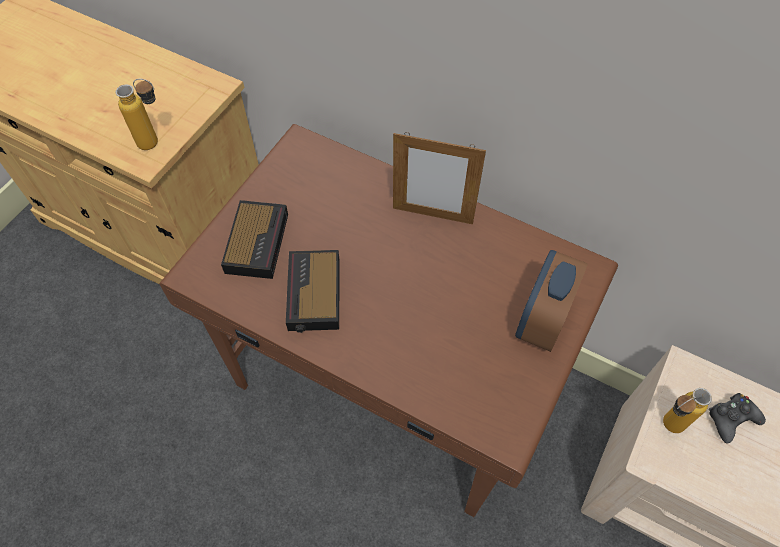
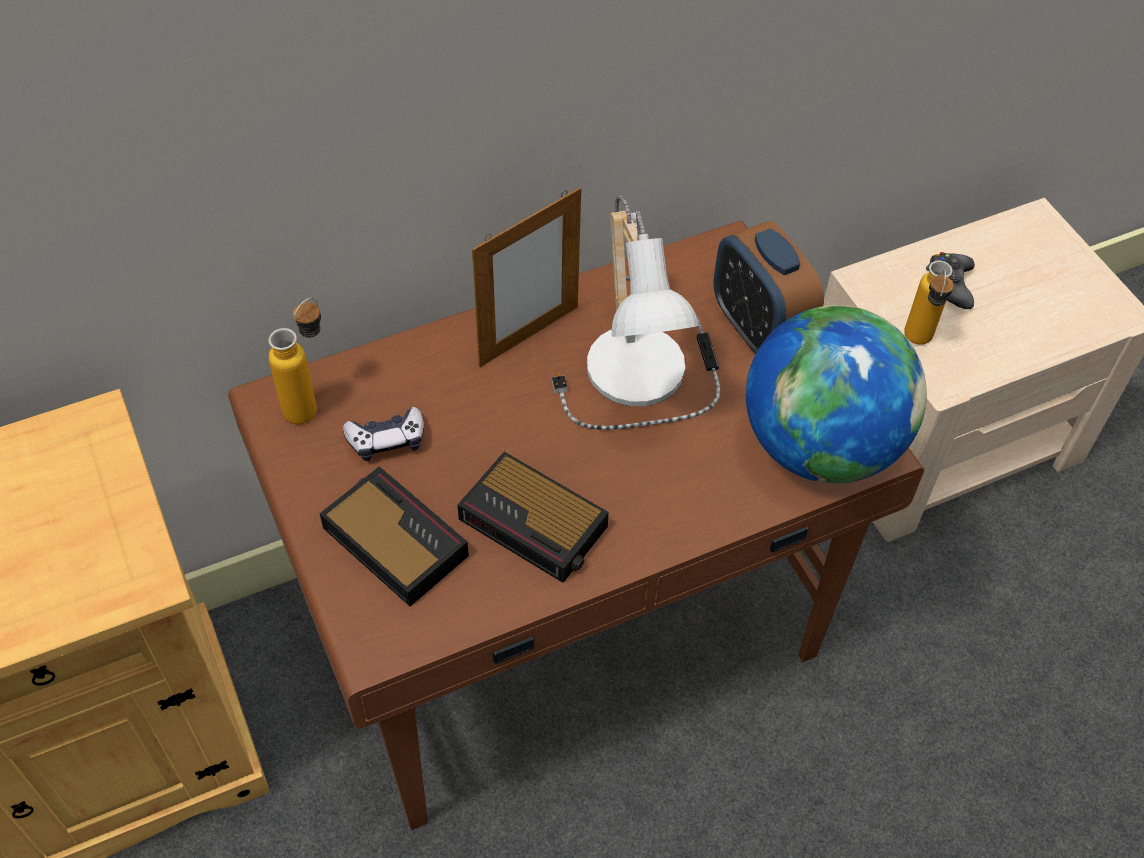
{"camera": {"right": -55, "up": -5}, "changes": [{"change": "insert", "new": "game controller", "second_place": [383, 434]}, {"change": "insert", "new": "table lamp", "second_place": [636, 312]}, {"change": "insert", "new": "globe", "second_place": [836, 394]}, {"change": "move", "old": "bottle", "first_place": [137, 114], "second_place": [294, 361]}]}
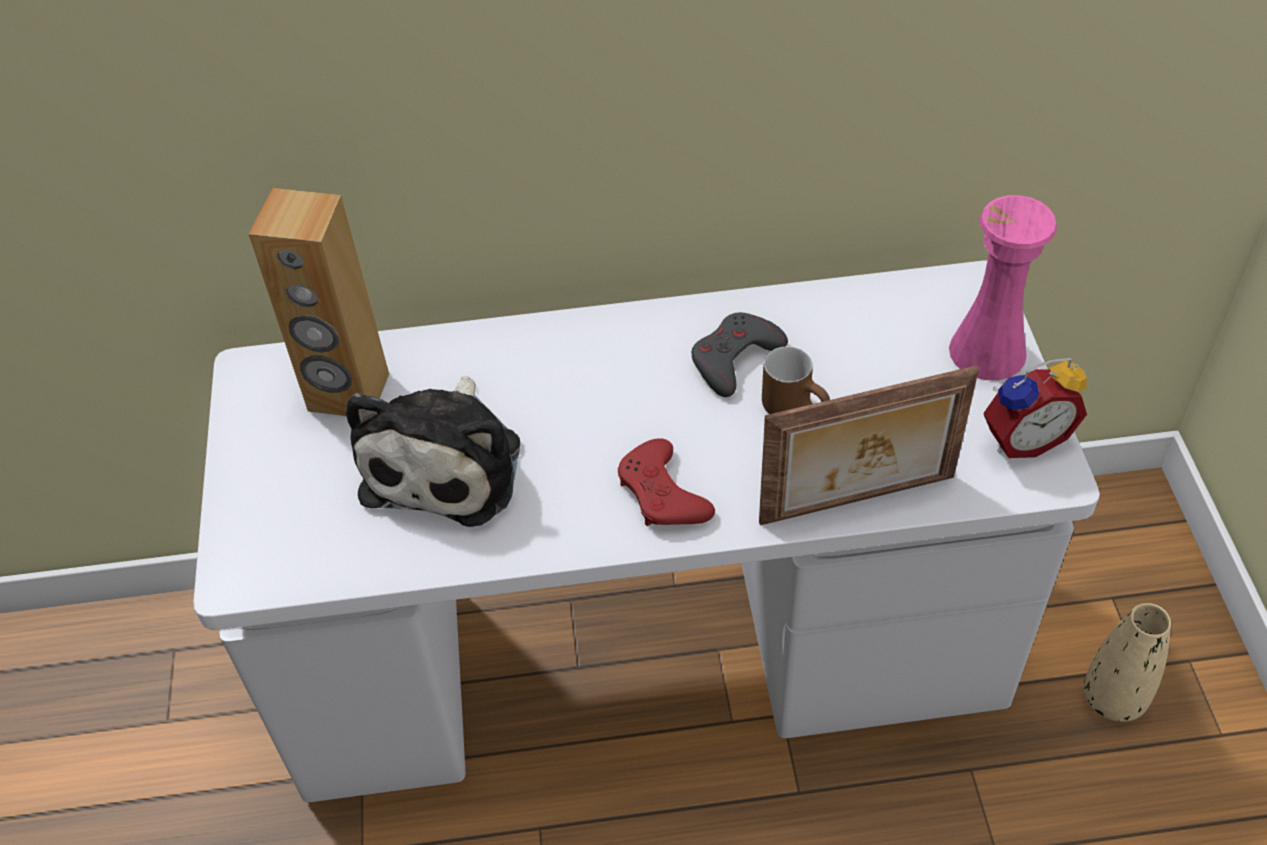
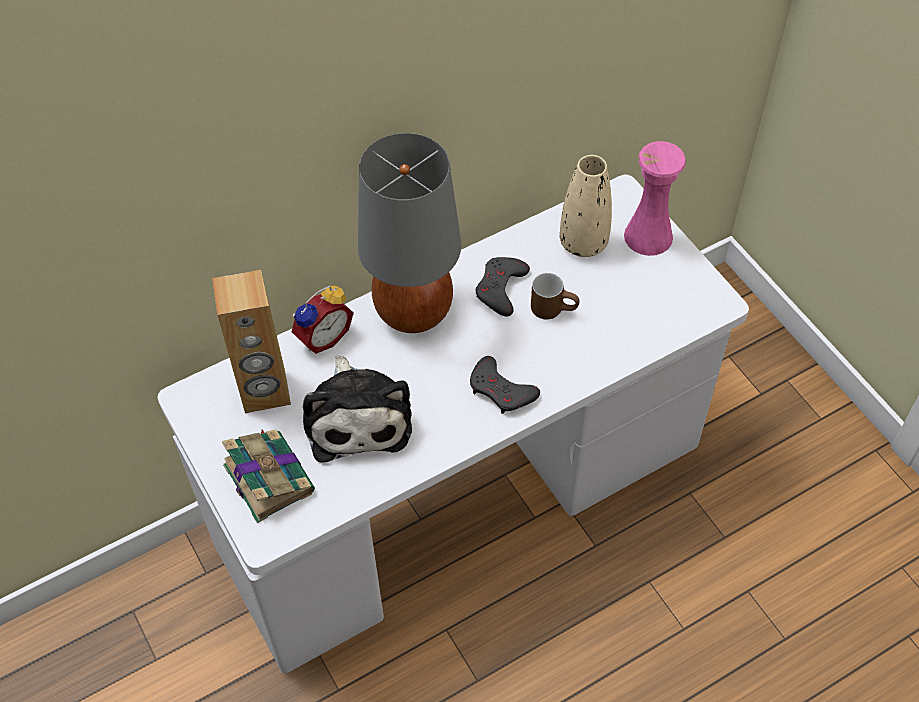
{"camera": {"right": -25, "up": 5}, "changes": [{"change": "delete", "old": "picture frame", "first_place": [869, 445]}, {"change": "insert", "new": "book", "second_place": [268, 476]}, {"change": "insert", "new": "grey table lamp", "second_place": [409, 233]}, {"change": "move", "old": "alarm clock", "first_place": [1035, 408], "second_place": [323, 319]}, {"change": "move", "old": "beige vase", "first_place": [1127, 662], "second_place": [586, 206]}, {"change": "recolor", "old": "red game controller", "new": "grey game controller", "first_place": [666, 482], "second_place": [505, 385]}]}
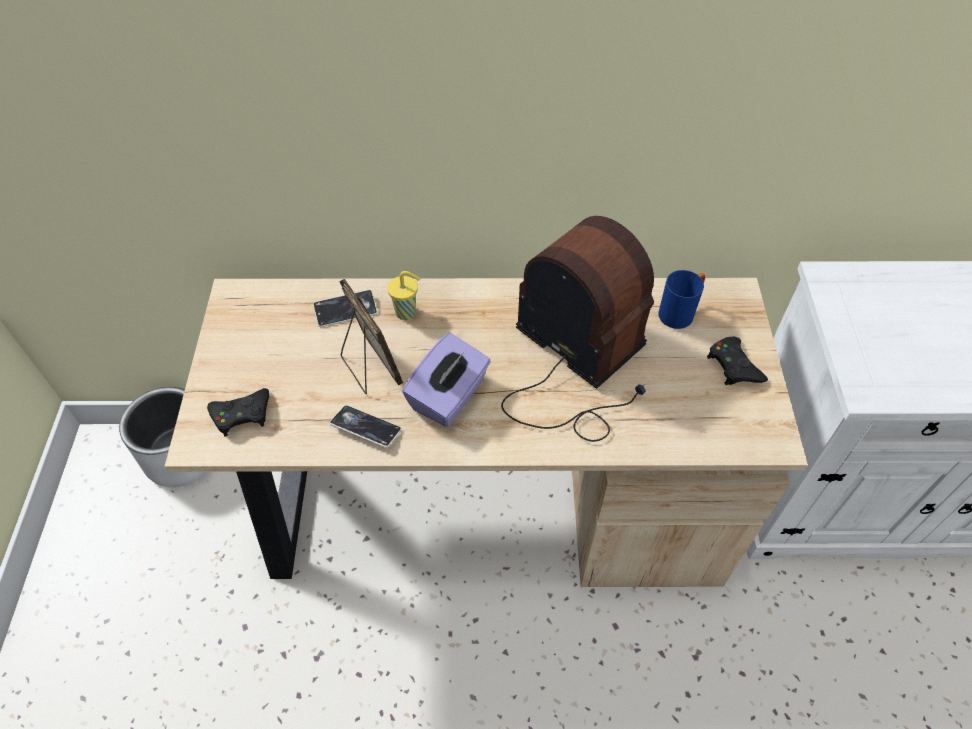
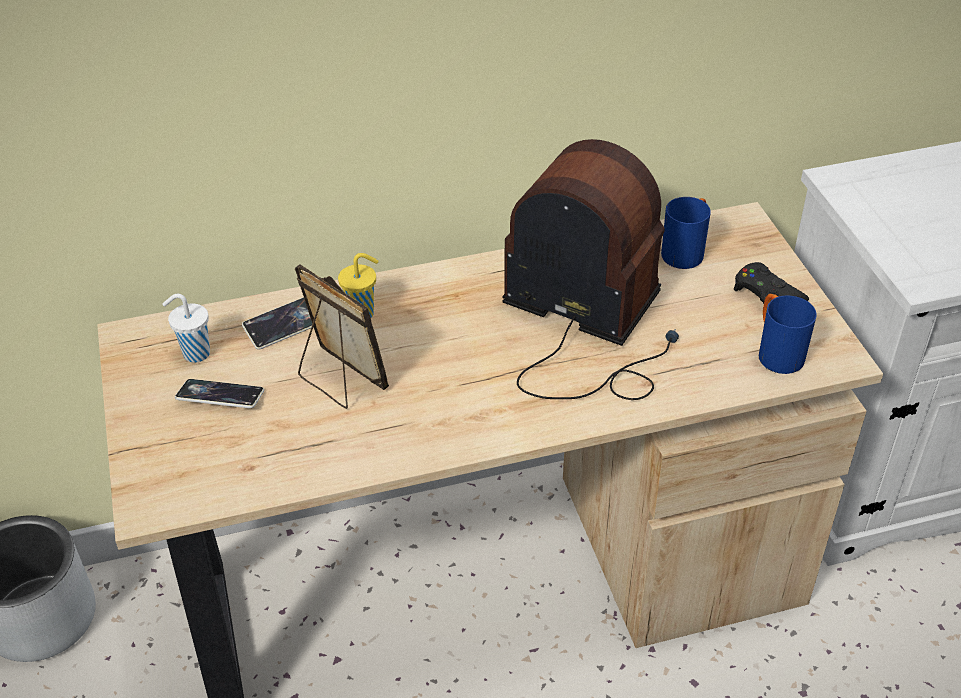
{"camera": {"right": -15, "up": -10}, "changes": [{"change": "delete", "old": "black game controller", "first_place": [238, 412]}, {"change": "delete", "old": "purple tissue box", "first_place": [446, 380]}, {"change": "insert", "new": "white cup", "second_place": [186, 328]}, {"change": "insert", "new": "blue mug", "second_place": [788, 334]}, {"change": "move", "old": "phone", "first_place": [366, 426], "second_place": [219, 393]}]}
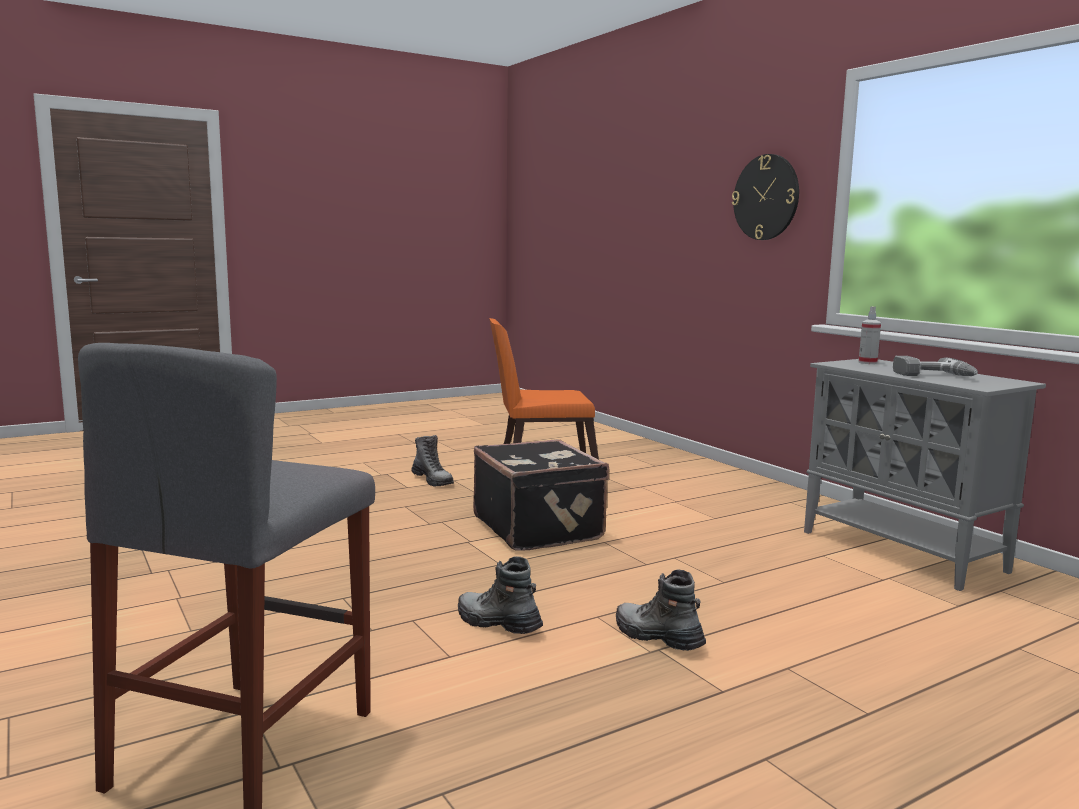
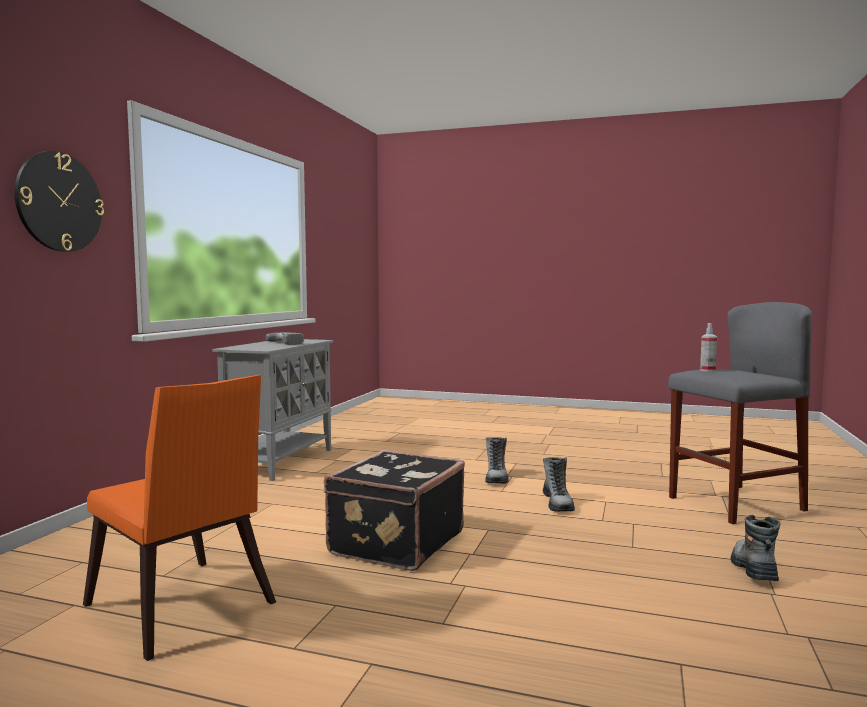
{"camera": {"right": -130, "up": -5}, "changes": [{"change": "move", "old": "boot", "first_place": [432, 460], "second_place": [755, 548]}, {"change": "move", "old": "spray bottle", "first_place": [870, 335], "second_place": [708, 347]}]}
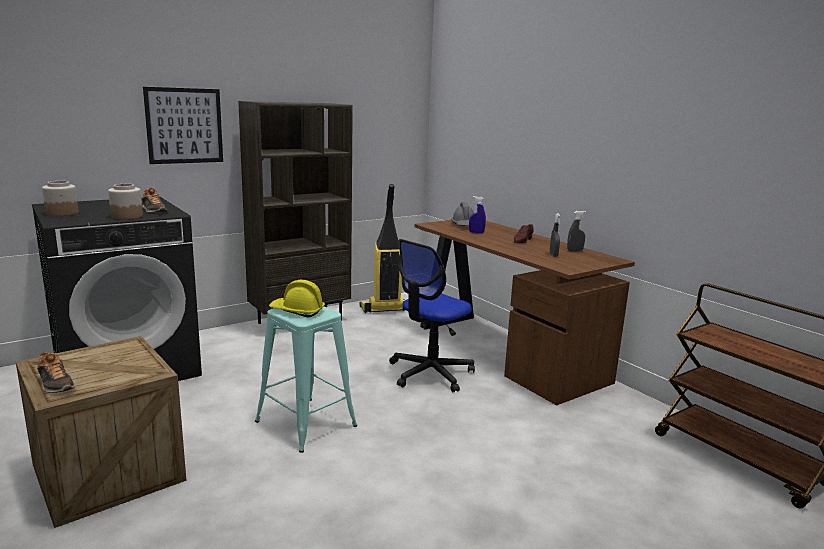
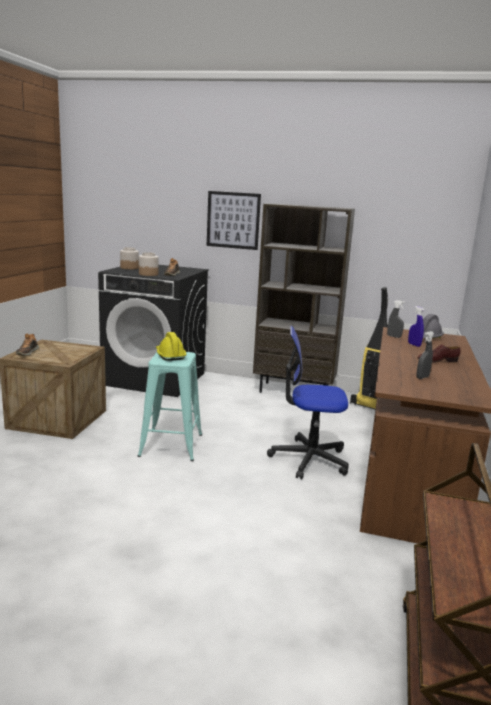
{"camera": {"right": 50, "up": 0}, "changes": [{"change": "move", "old": "grey spray bottle", "first_place": [576, 231], "second_place": [396, 319]}]}
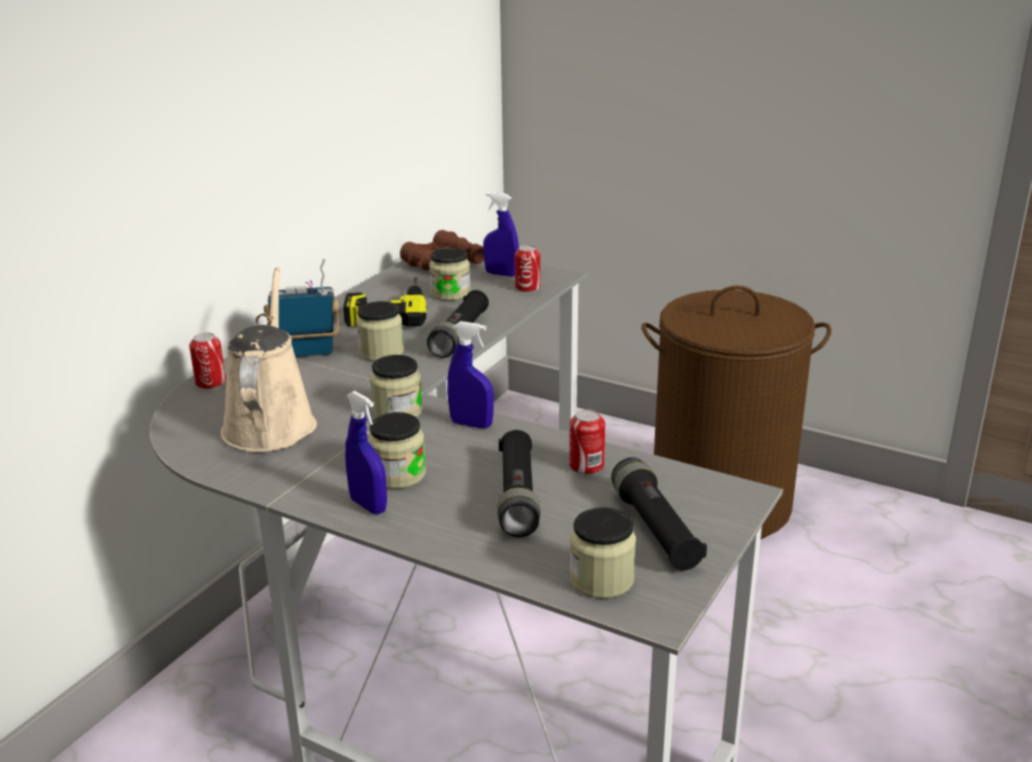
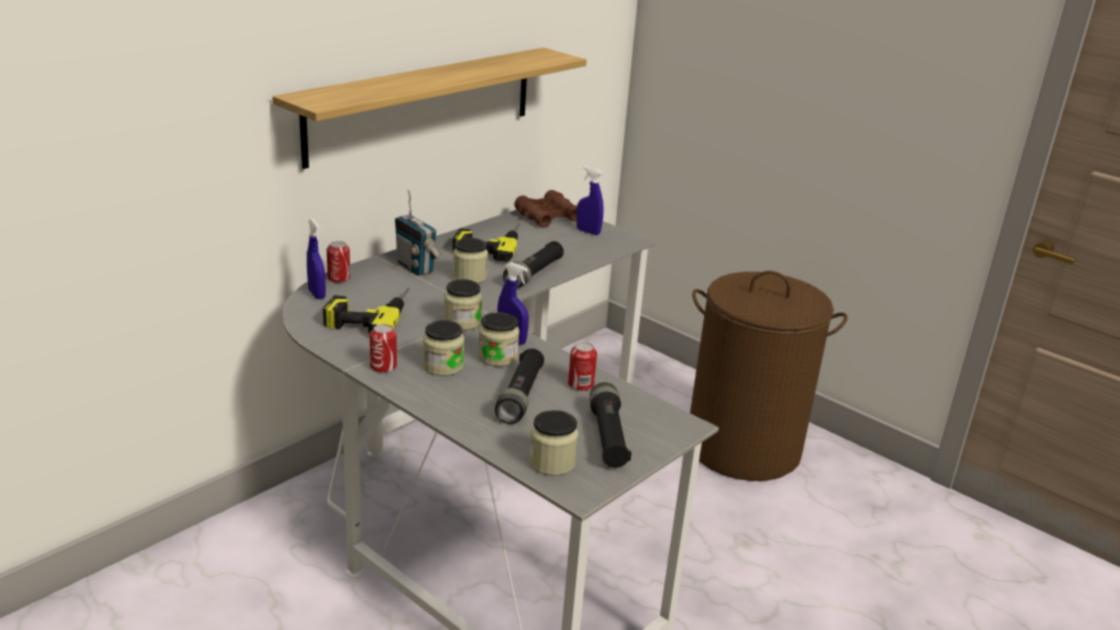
{"camera": {"right": 10, "up": 0}, "changes": [{"change": "insert", "new": "shelf", "second_place": [429, 108]}, {"change": "move", "old": "blue spray bottle", "first_place": [366, 452], "second_place": [316, 259]}, {"change": "move", "old": "jar", "first_place": [449, 274], "second_place": [498, 339]}, {"change": "move", "old": "can", "first_place": [527, 268], "second_place": [383, 348]}, {"change": "replace", "old": "beige watering can", "new": "power drill", "first_place": [269, 359], "second_place": [366, 311]}, {"change": "rotate", "old": "radio", "first_place": [302, 308], "second_place": [418, 233], "degrees": -135}]}
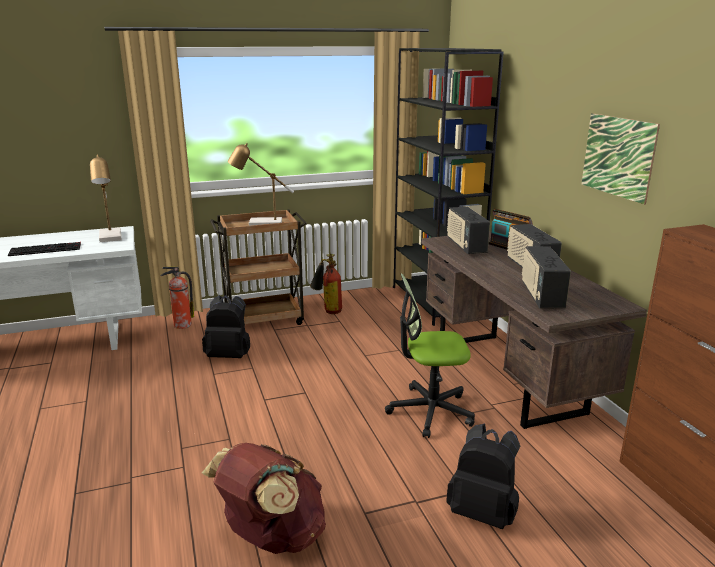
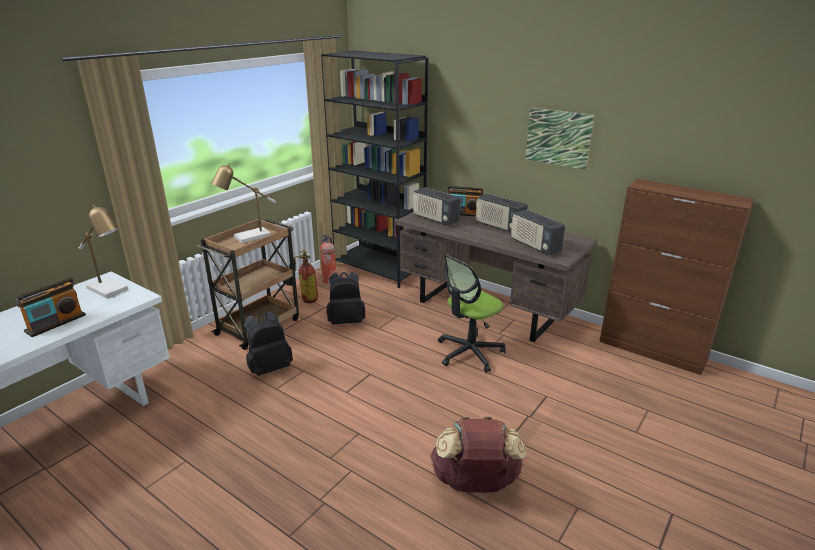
{"camera": {"right": -35, "up": 5}, "changes": [{"change": "move", "old": "fire extinguisher", "first_place": [177, 298], "second_place": [328, 259]}, {"change": "move", "old": "black backpack", "first_place": [483, 476], "second_place": [346, 298]}, {"change": "replace", "old": "keyboard", "new": "radio", "first_place": [44, 249], "second_place": [51, 307]}]}
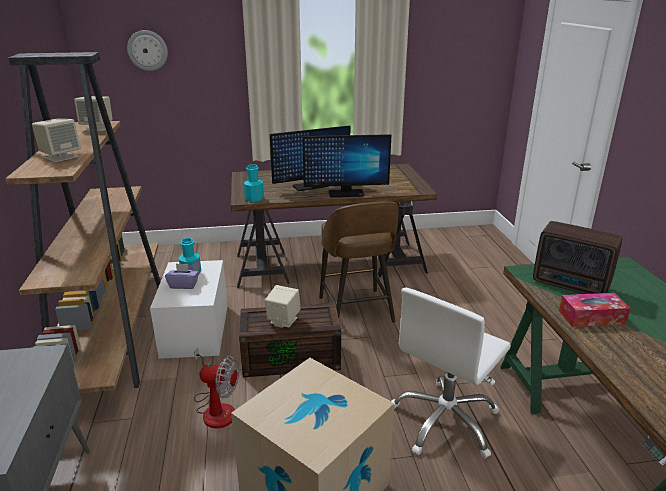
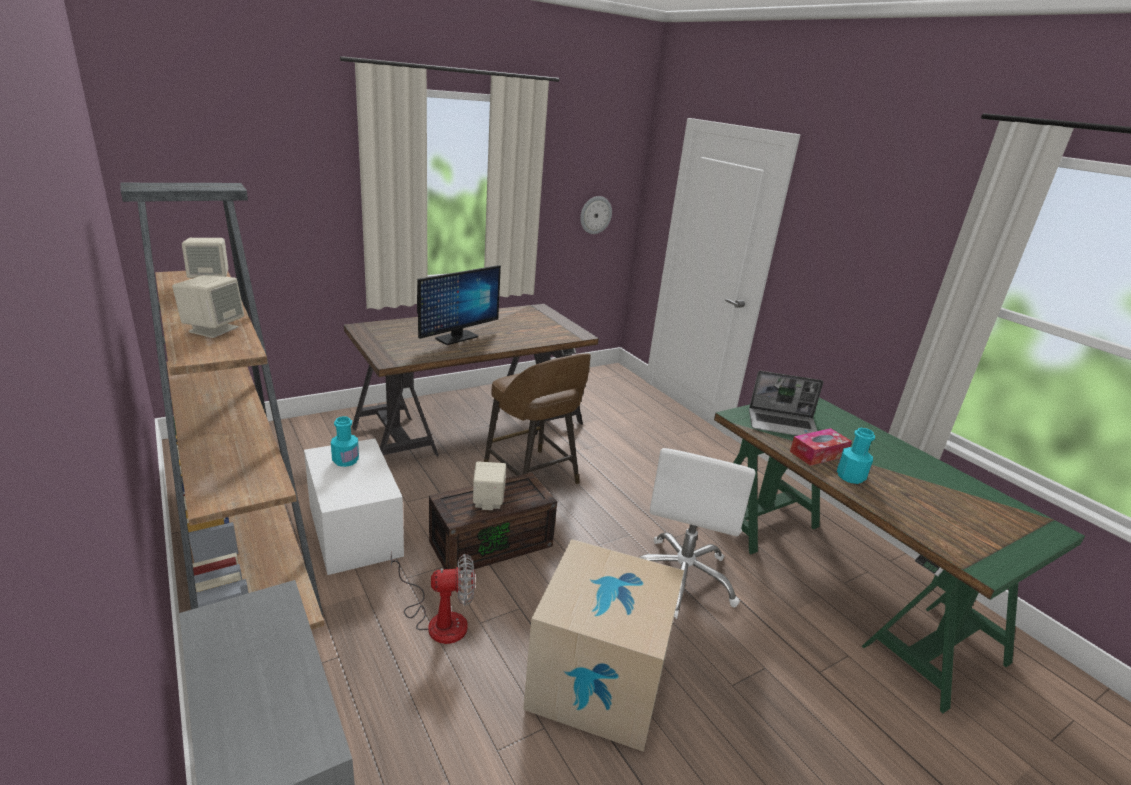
{"camera": {"right": -25, "up": 0}, "changes": [{"change": "delete", "old": "purple tissue box", "first_place": [182, 276]}, {"change": "delete", "old": "monitor", "first_place": [347, 165]}, {"change": "move", "old": "wall clock", "first_place": [147, 50], "second_place": [596, 215]}, {"change": "move", "old": "turquoise bottle", "first_place": [254, 183], "second_place": [856, 456]}, {"change": "replace", "old": "radio", "new": "laptop", "first_place": [577, 257], "second_place": [786, 403]}]}
